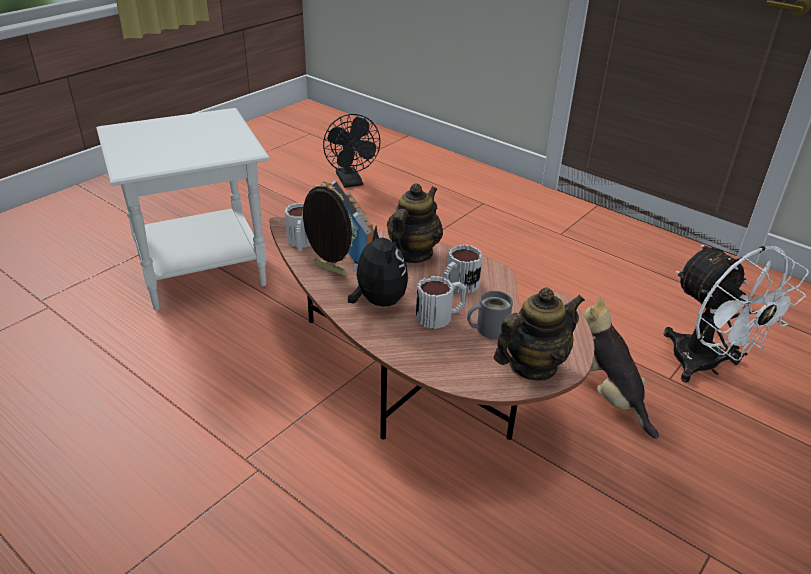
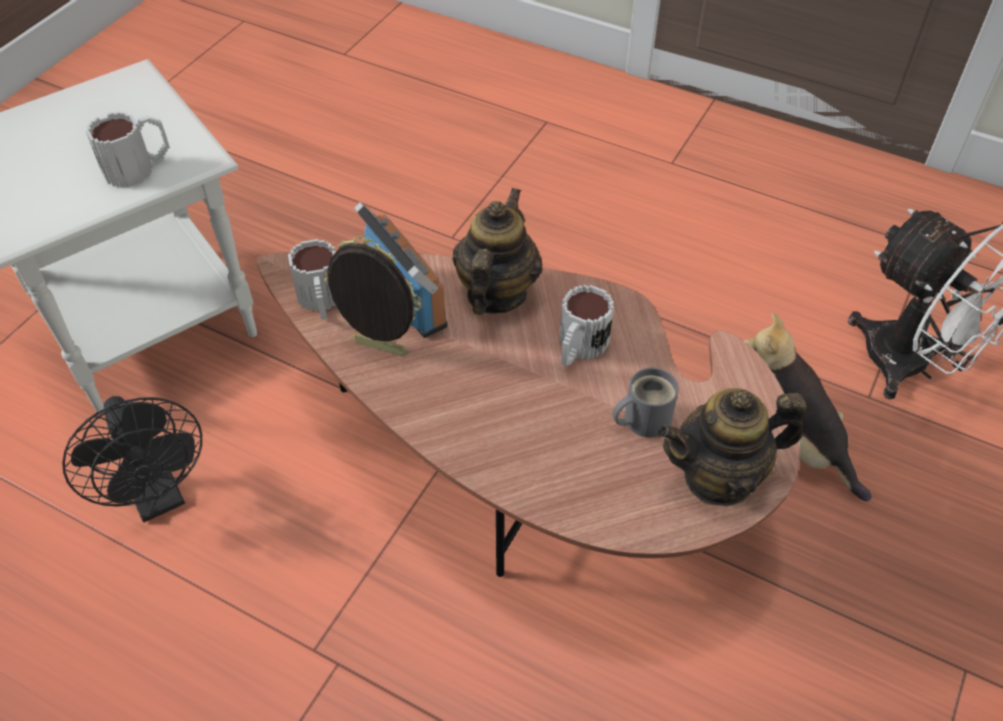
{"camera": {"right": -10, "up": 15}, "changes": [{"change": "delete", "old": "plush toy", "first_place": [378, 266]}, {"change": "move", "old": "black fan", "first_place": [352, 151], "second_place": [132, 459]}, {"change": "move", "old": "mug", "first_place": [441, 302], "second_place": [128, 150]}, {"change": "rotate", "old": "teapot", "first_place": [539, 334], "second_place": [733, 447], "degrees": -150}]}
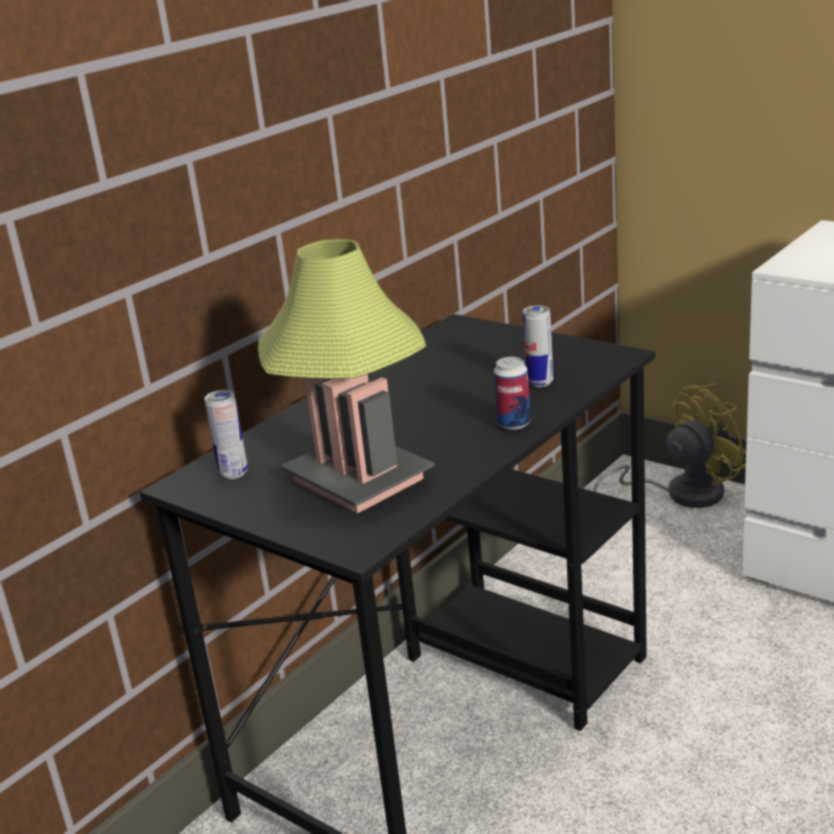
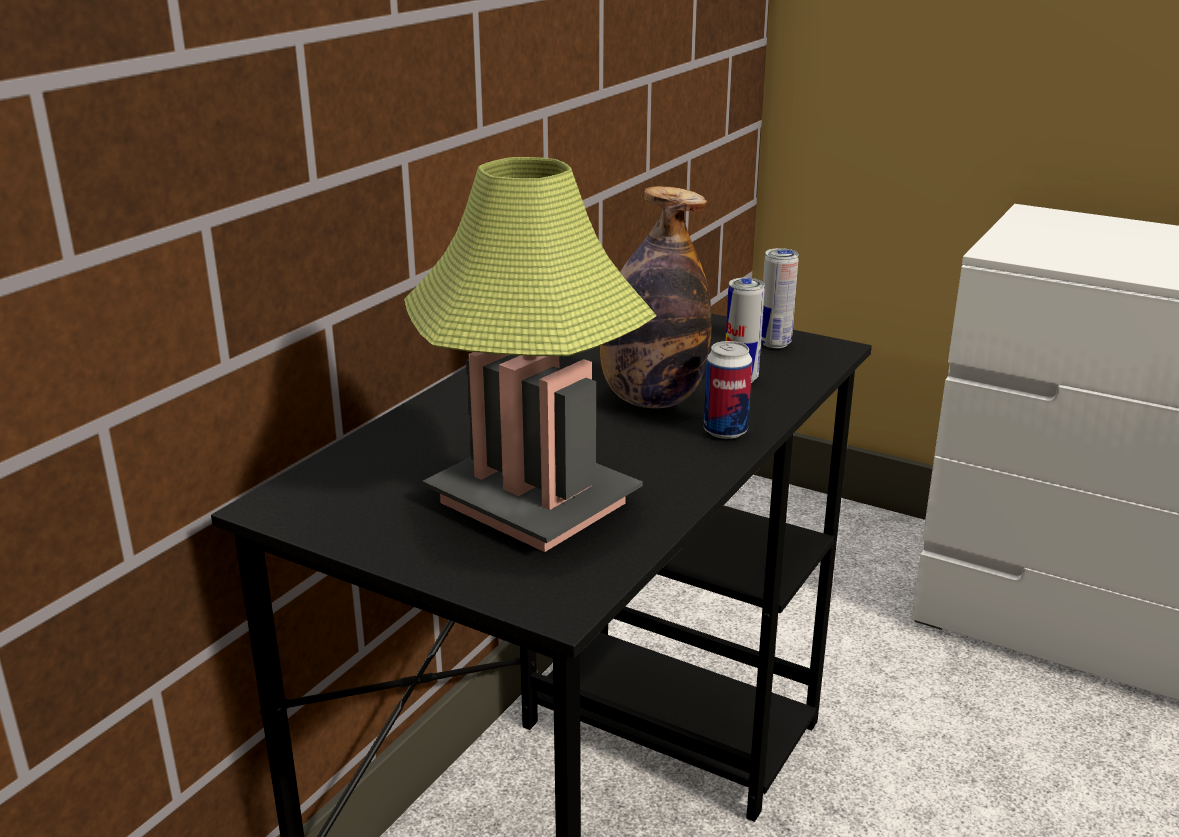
{"camera": {"right": -10, "up": 0}, "changes": [{"change": "delete", "old": "yellow fan", "first_place": [670, 445]}, {"change": "insert", "new": "bottle", "second_place": [656, 297]}, {"change": "move", "old": "can", "first_place": [226, 434], "second_place": [780, 298]}]}
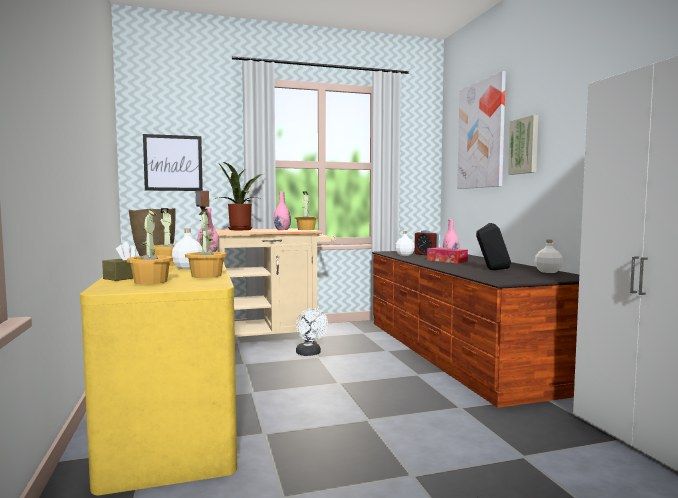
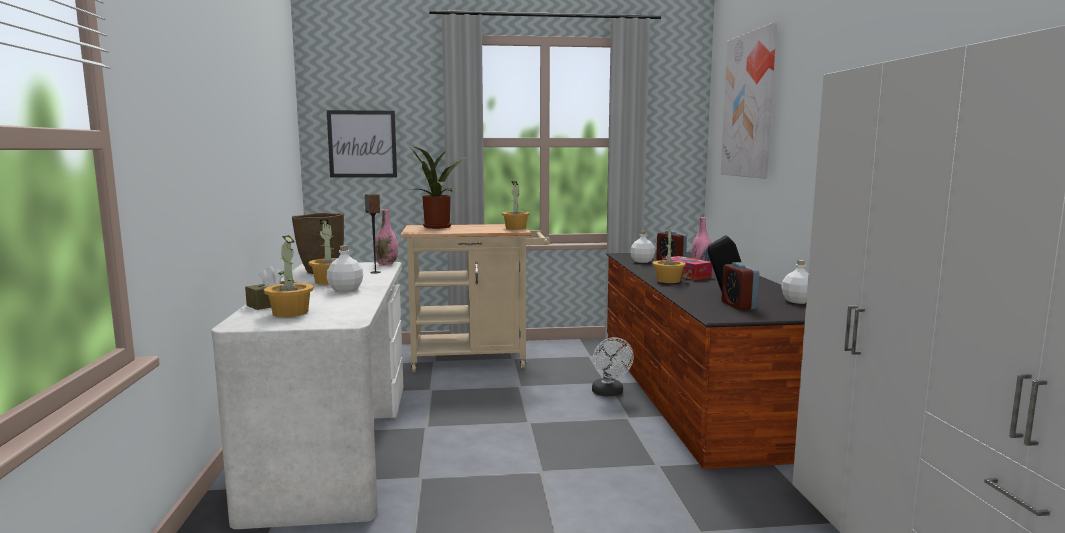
{"camera": {"right": 10, "up": 5}, "changes": [{"change": "delete", "old": "pink vase", "first_place": [282, 210]}, {"change": "delete", "old": "picture", "first_place": [523, 145]}, {"change": "insert", "new": "alarm clock", "second_place": [740, 286]}, {"change": "move", "old": "potted plant", "first_place": [206, 243], "second_place": [669, 256]}, {"change": "move", "old": "white fan", "first_place": [312, 332], "second_place": [613, 367]}, {"change": "recolor", "old": "yellow desk", "new": "white desk", "first_place": [158, 375], "second_place": [307, 395]}]}
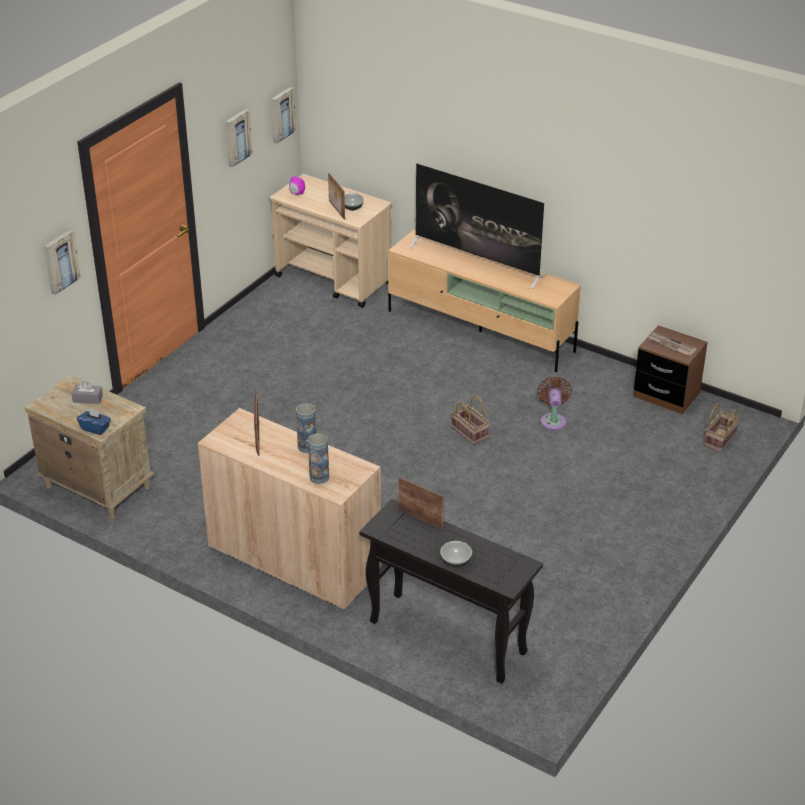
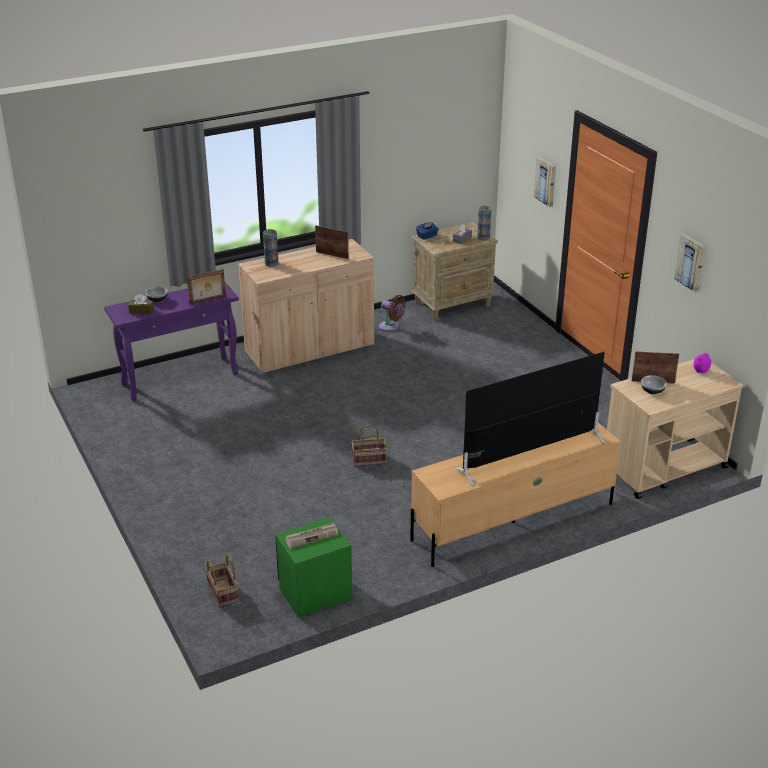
{"camera": {"right": 120, "up": -5}, "changes": [{"change": "delete", "old": "picture", "first_place": [283, 115]}, {"change": "insert", "new": "brown tissue box", "second_place": [141, 304]}, {"change": "move", "old": "vase", "first_place": [306, 428], "second_place": [484, 223]}, {"change": "move", "old": "brown fan", "first_place": [554, 403], "second_place": [392, 313]}, {"change": "recolor", "old": "black console table", "new": "purple console table", "first_place": [451, 591], "second_place": [171, 341]}, {"change": "recolor", "old": "brown nightstand", "new": "green nightstand", "first_place": [671, 369], "second_place": [313, 567]}]}
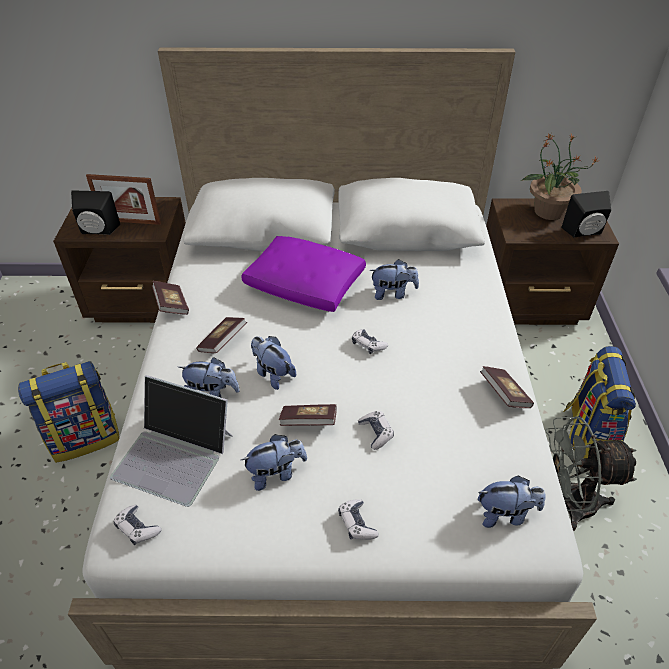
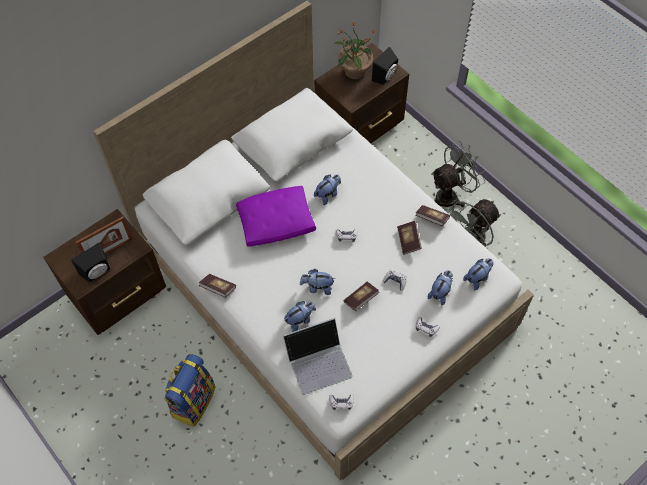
{"camera": {"right": -40, "up": 15}, "changes": [{"change": "move", "old": "book", "first_place": [221, 335], "second_place": [409, 238]}, {"change": "move", "old": "plush toy", "first_place": [274, 462], "second_place": [440, 288]}, {"change": "replace", "old": "backpack", "new": "grey fan", "first_place": [599, 402], "second_place": [458, 174]}]}
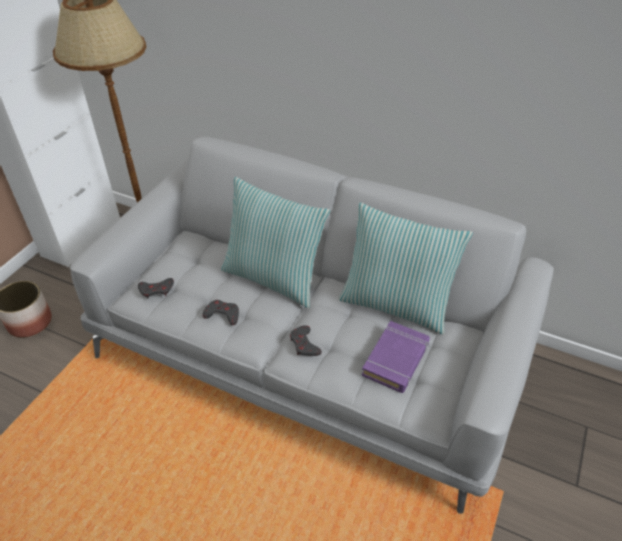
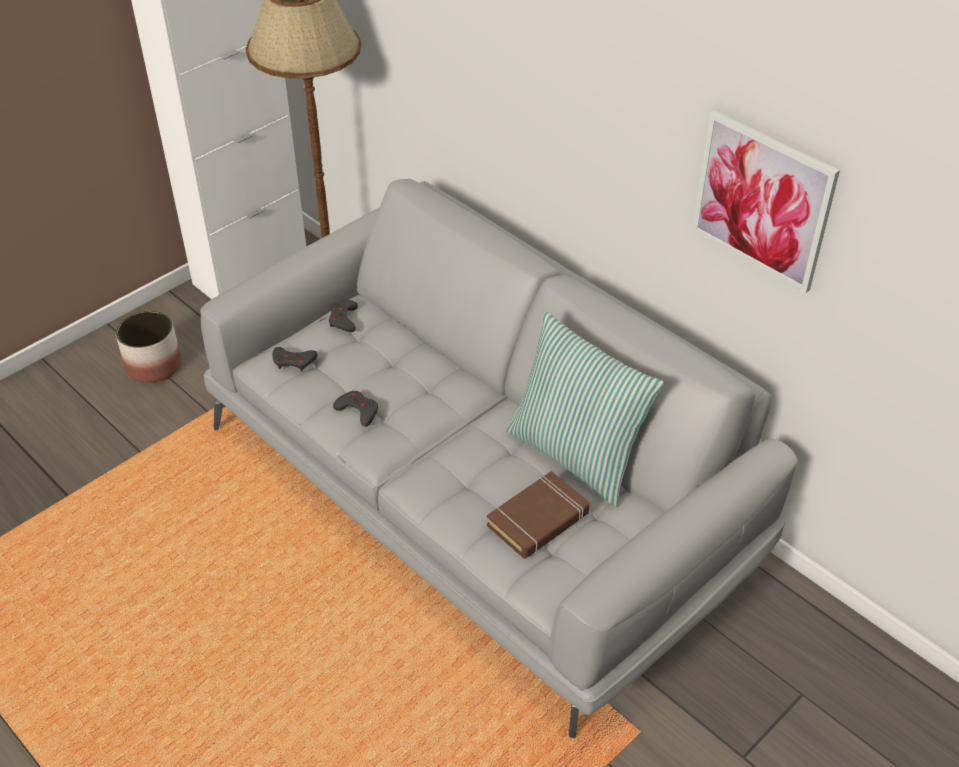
{"camera": {"right": 20, "up": 0}, "changes": [{"change": "delete", "old": "pillow", "first_place": [275, 242]}, {"change": "insert", "new": "picture", "second_place": [766, 201]}, {"change": "move", "old": "grey game controller", "first_place": [306, 340], "second_place": [343, 316]}, {"change": "recolor", "old": "purple book", "new": "brown book", "first_place": [396, 357], "second_place": [538, 515]}]}
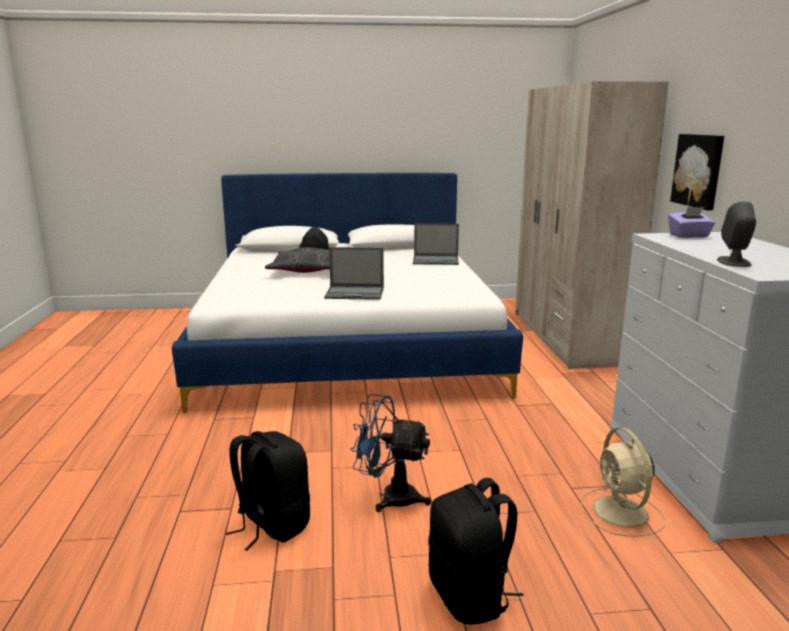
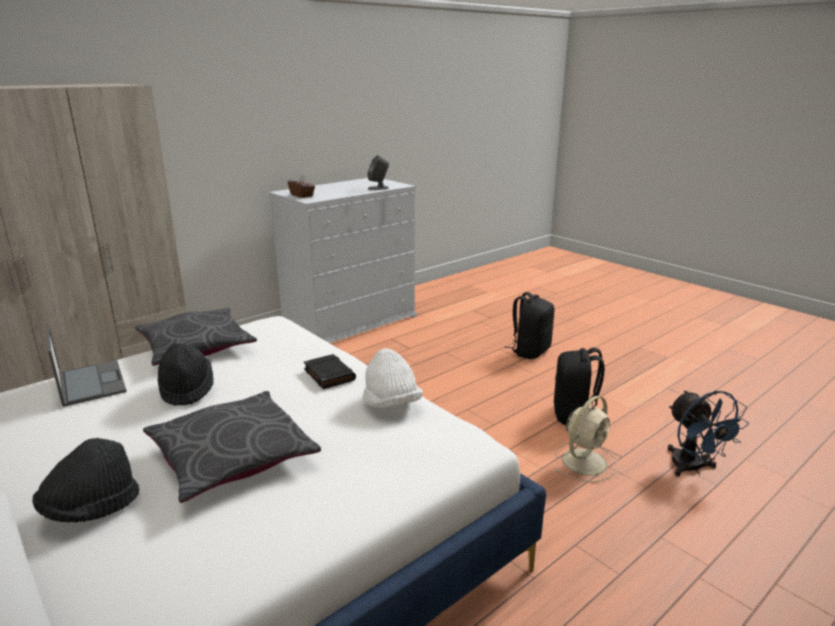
{"camera": {"right": -125, "up": 5}, "changes": [{"change": "delete", "old": "picture", "first_place": [697, 172]}, {"change": "insert", "new": "grey pillow", "second_place": [196, 337]}, {"change": "insert", "new": "black hat", "second_place": [186, 374]}, {"change": "insert", "new": "white hat", "second_place": [393, 378]}, {"change": "move", "old": "blue fan", "first_place": [390, 453], "second_place": [708, 433]}, {"change": "move", "old": "beige fan", "first_place": [623, 482], "second_place": [586, 439]}, {"change": "replace", "old": "laptop", "new": "black book", "first_place": [354, 273], "second_place": [330, 371]}, {"change": "recolor", "old": "purple tissue box", "new": "brown tissue box", "first_place": [691, 222], "second_place": [301, 186]}]}
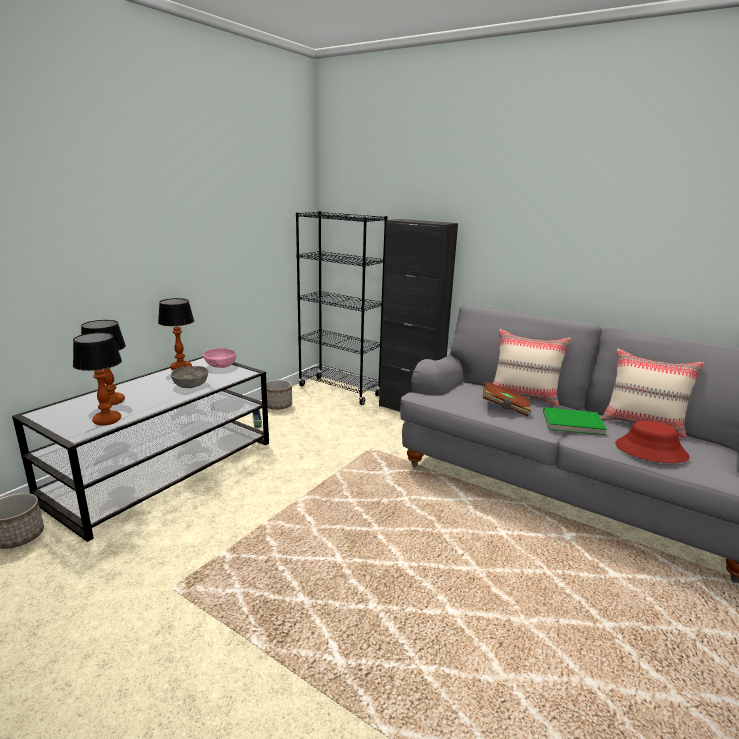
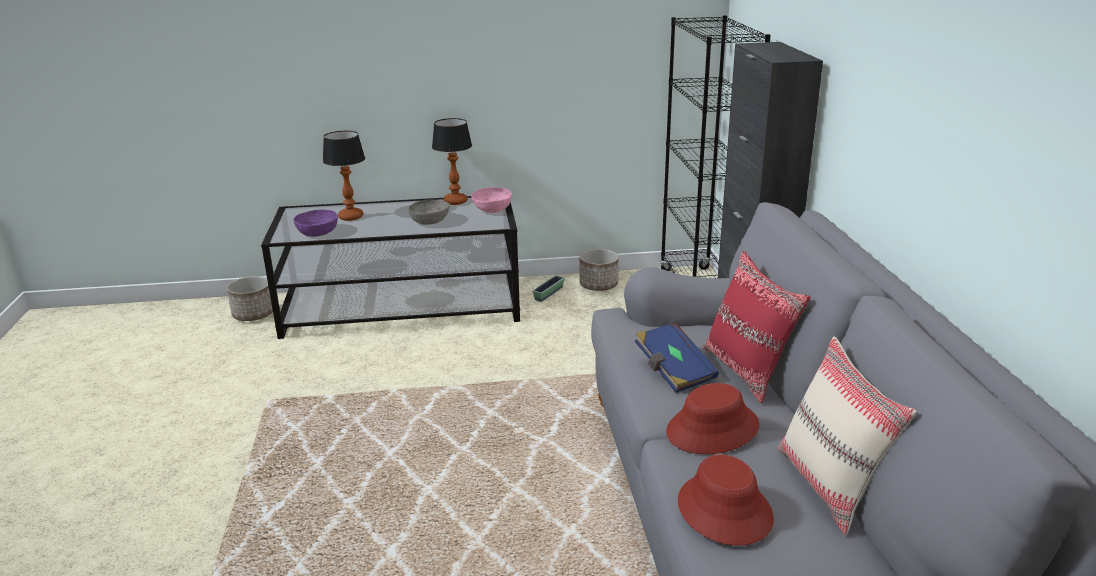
{"camera": {"right": 50, "up": 5}, "changes": [{"change": "replace", "old": "table lamp", "new": "purple bowl", "first_place": [97, 379], "second_place": [316, 223]}, {"change": "replace", "old": "green book", "new": "red hat", "first_place": [575, 421], "second_place": [712, 418]}, {"change": "recolor", "old": "brown book", "new": "blue book", "first_place": [507, 399], "second_place": [677, 357]}, {"change": "recolor", "old": "beige pillow", "new": "red pillow", "first_place": [532, 367], "second_place": [756, 327]}]}
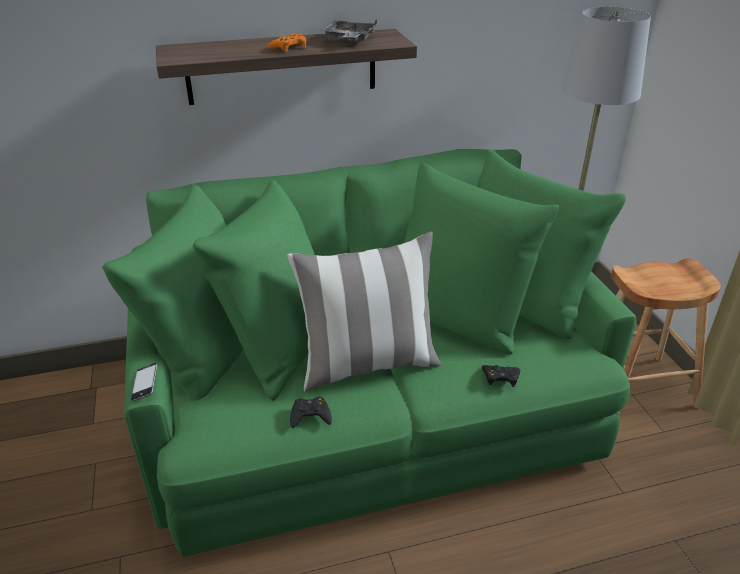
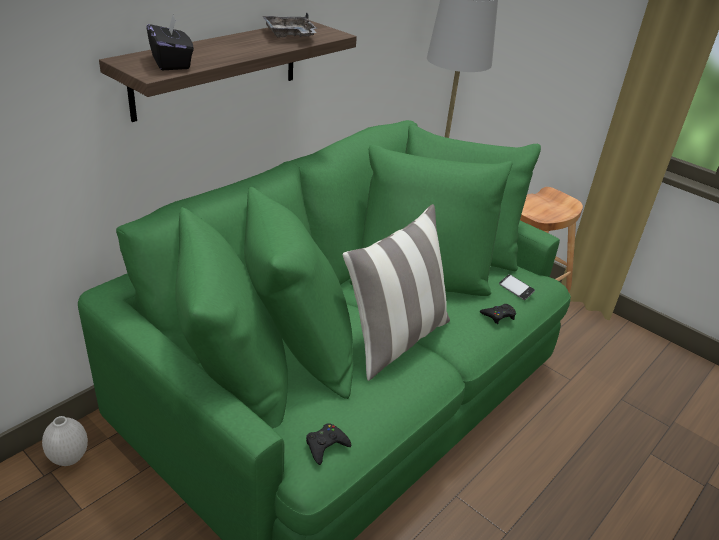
{"camera": {"right": -35, "up": 0}, "changes": [{"change": "delete", "old": "orange game controller", "first_place": [286, 43]}, {"change": "insert", "new": "white vase", "second_place": [65, 441]}, {"change": "insert", "new": "black tissue box", "second_place": [170, 42]}, {"change": "move", "old": "phone", "first_place": [144, 382], "second_place": [517, 287]}, {"change": "move", "old": "black game controller", "first_place": [311, 412], "second_place": [328, 444]}]}
